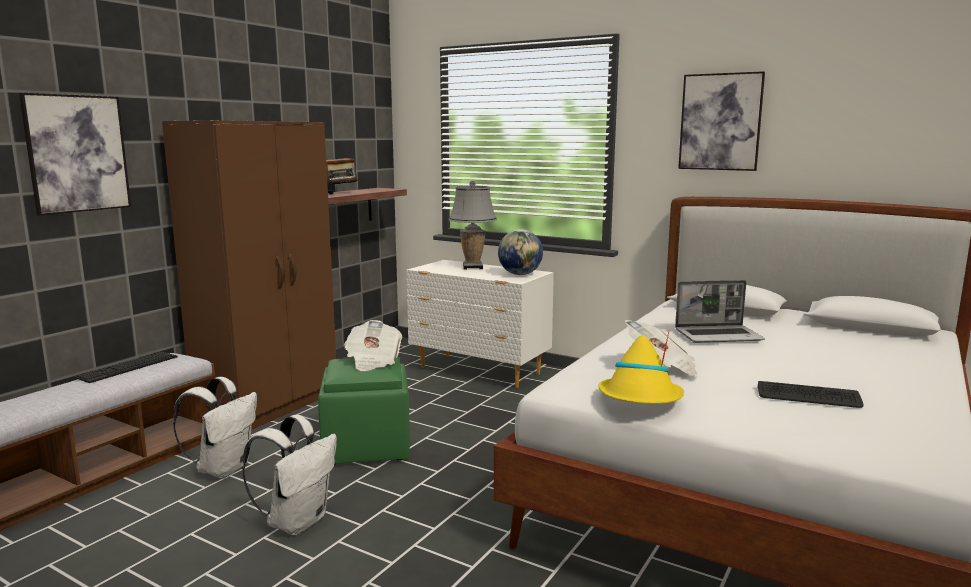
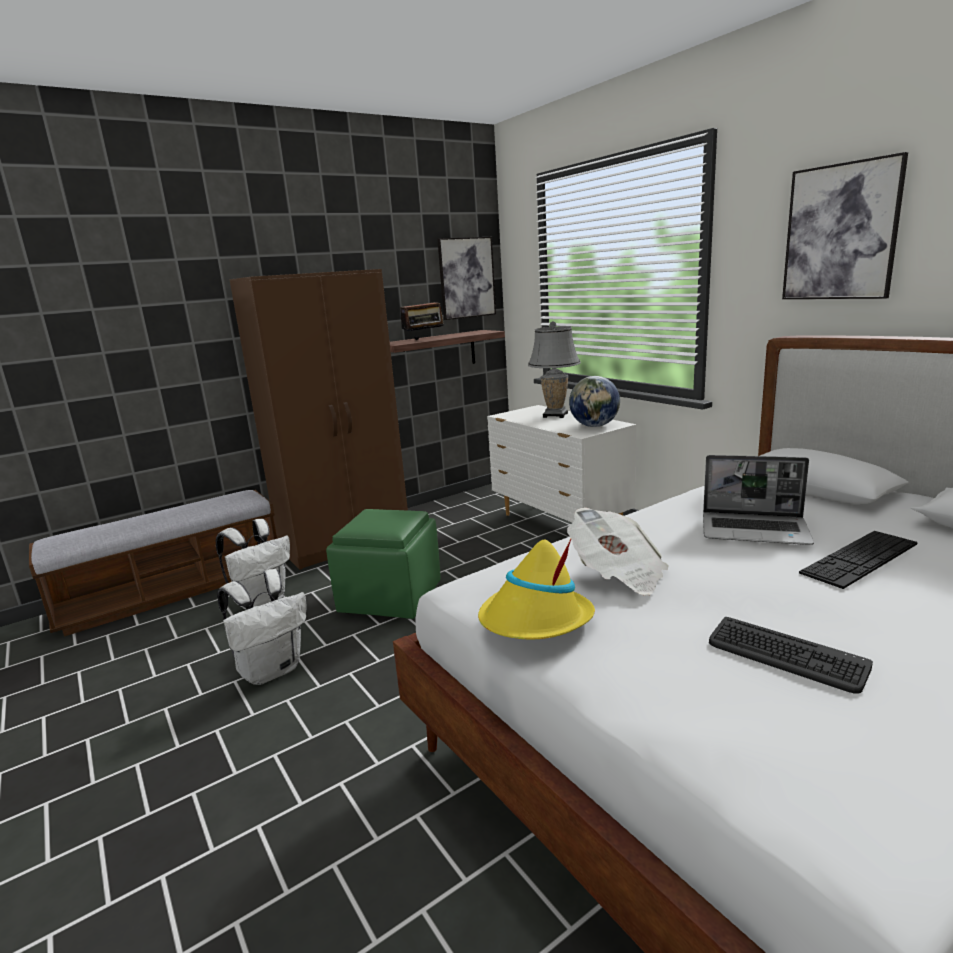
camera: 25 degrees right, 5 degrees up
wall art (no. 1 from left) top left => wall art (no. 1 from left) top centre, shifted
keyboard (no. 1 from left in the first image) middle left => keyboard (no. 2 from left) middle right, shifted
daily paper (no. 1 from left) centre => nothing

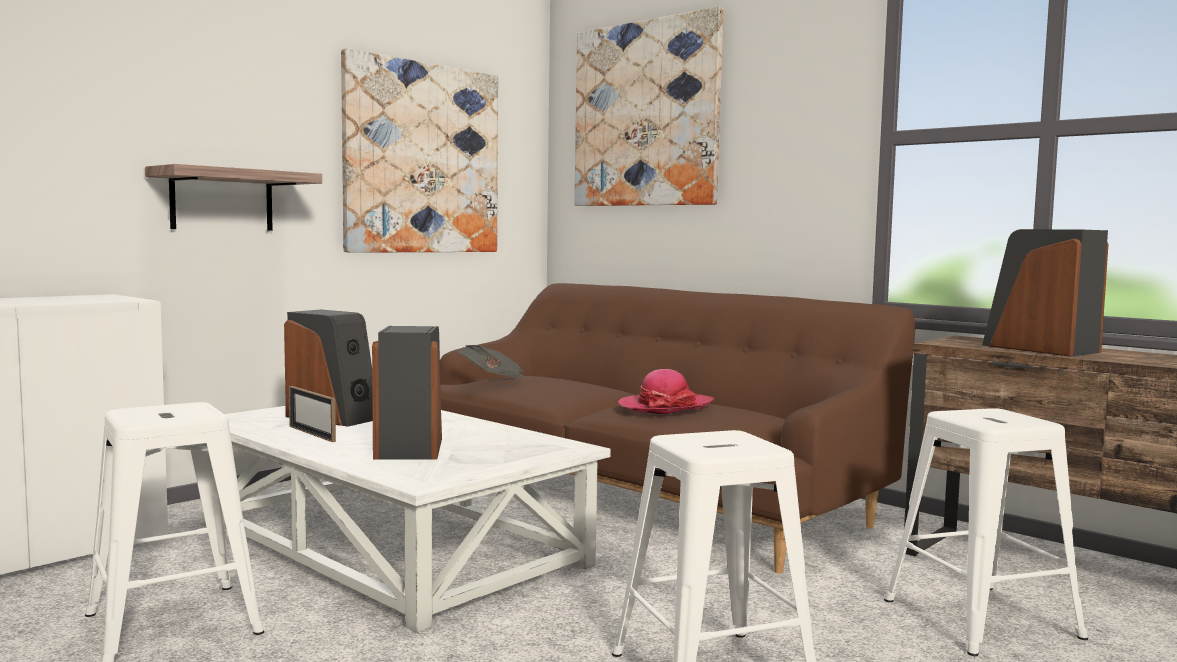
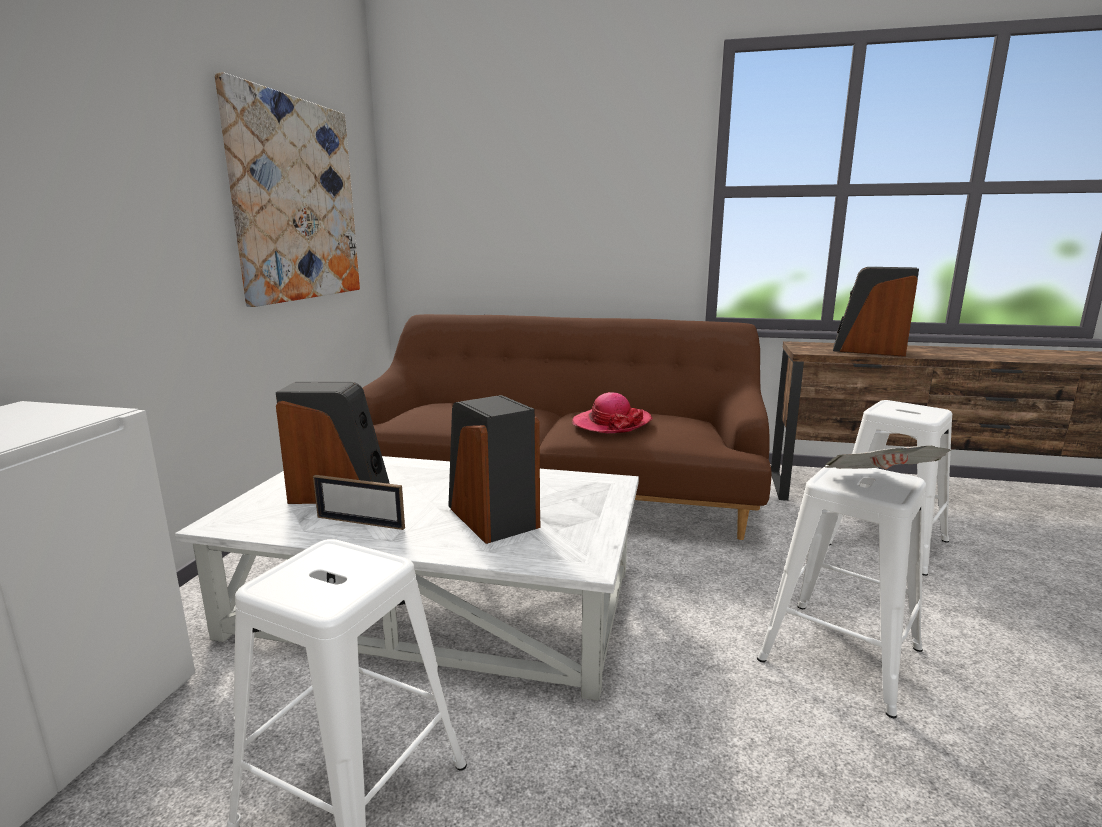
camera: 30 degrees left, 10 degrees up
bracket shelf top left => nothing
daily paper centre => daily paper middle right, shifted
wall art (no. 2 from left) top centre => nothing

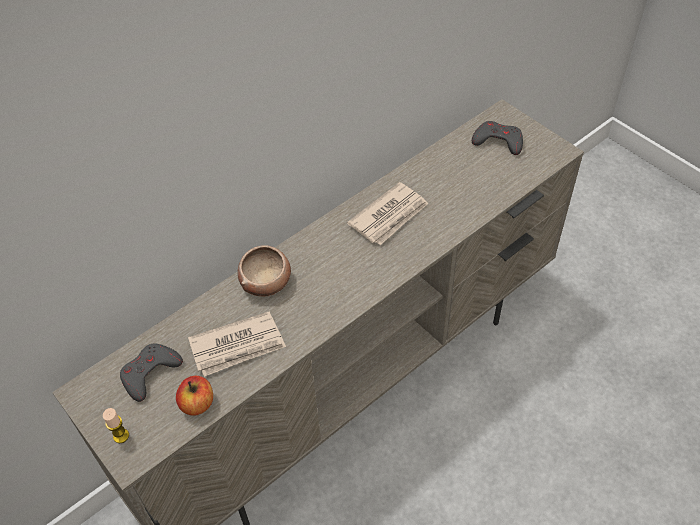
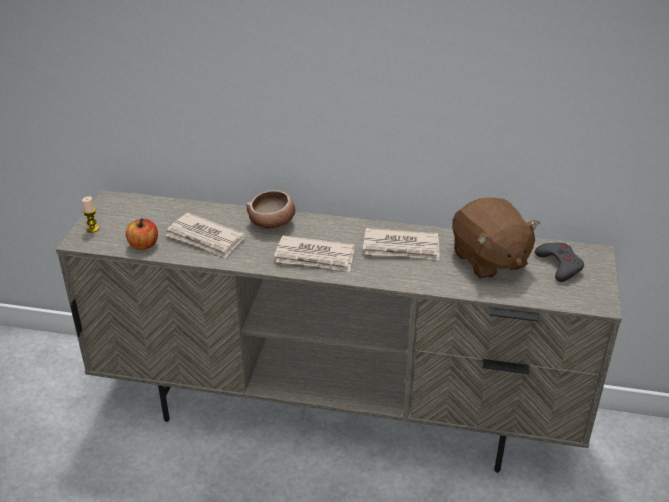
camera: 50 degrees right, 15 degrees down
gray game controller (no. 1 from left) bottom left => nothing
nothing => daily paper (no. 2 from left) centre
nothing => brown-coloured plush toy middle right

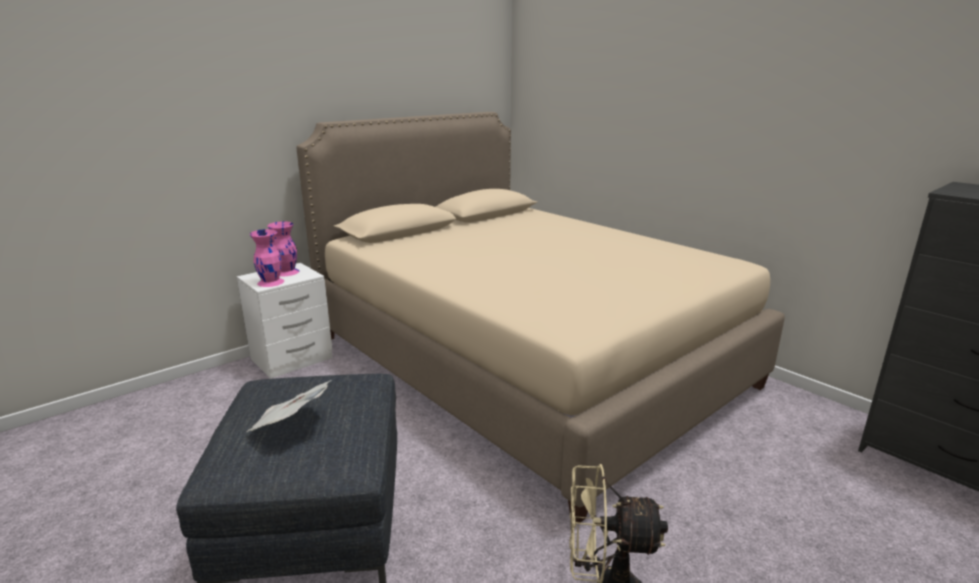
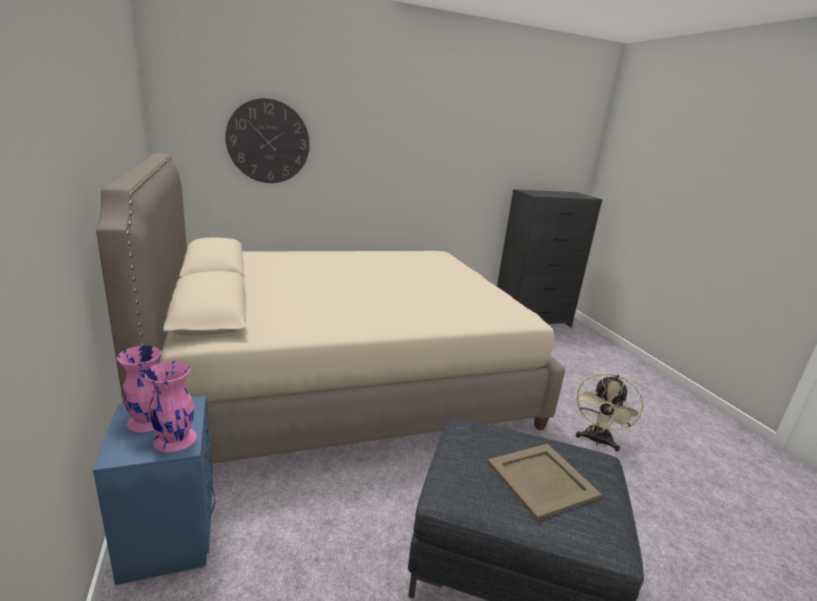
camera: 70 degrees left, 0 degrees up
white night table middle left => blue night table bottom left
daily paper bottom left => beige-coloured carrying tray bottom centre
nothing => clock on the wall top left

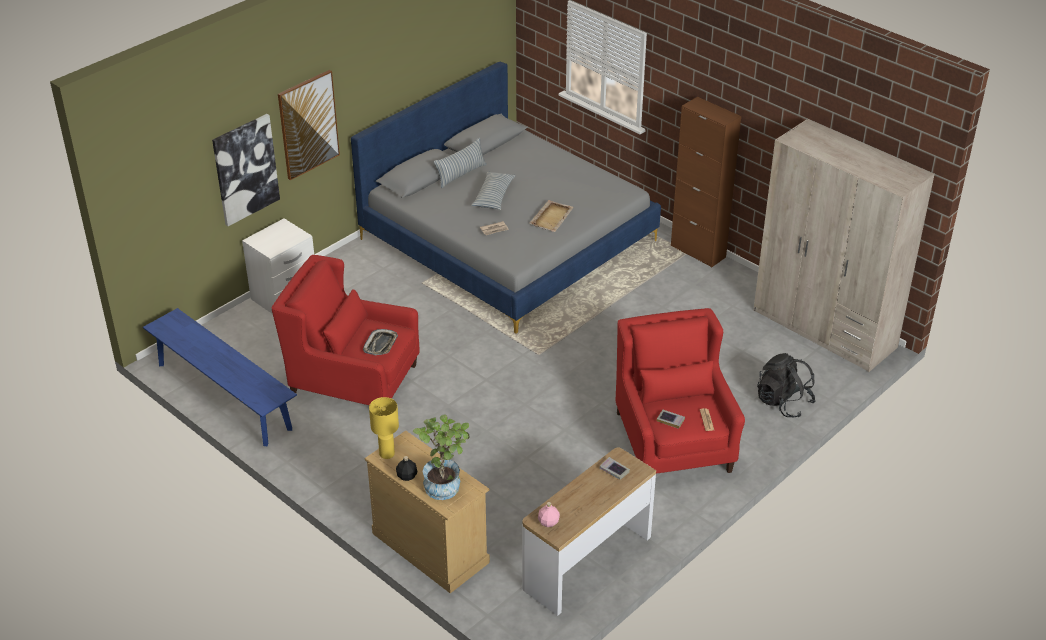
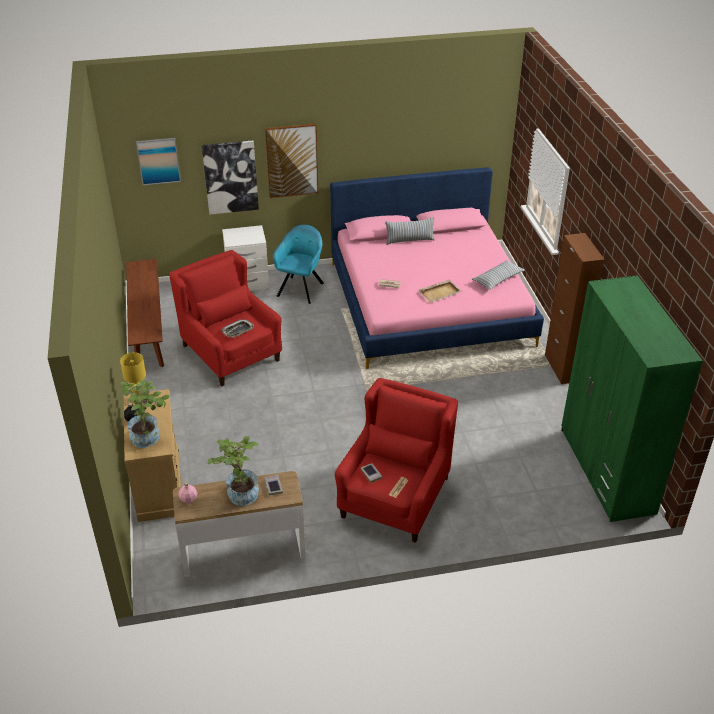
camera: 35 degrees right, 0 degrees up
blue indoor bench middle left => brown-coloured indoor bench middle left
gray bed top centre => pink bed centre
throw pillow (no. 2 from left) top centre => throw pillow (no. 2 from left) middle right, shifted
beige-coloured clothes cupboard middle right => green clothes cupboard middle right
black rucksack middle right => nothing
nothing => wall art (no. 1 from left) top left
nothing => houseplant (no. 2 from left) middle left
nothing => turquoise lounge chair centre

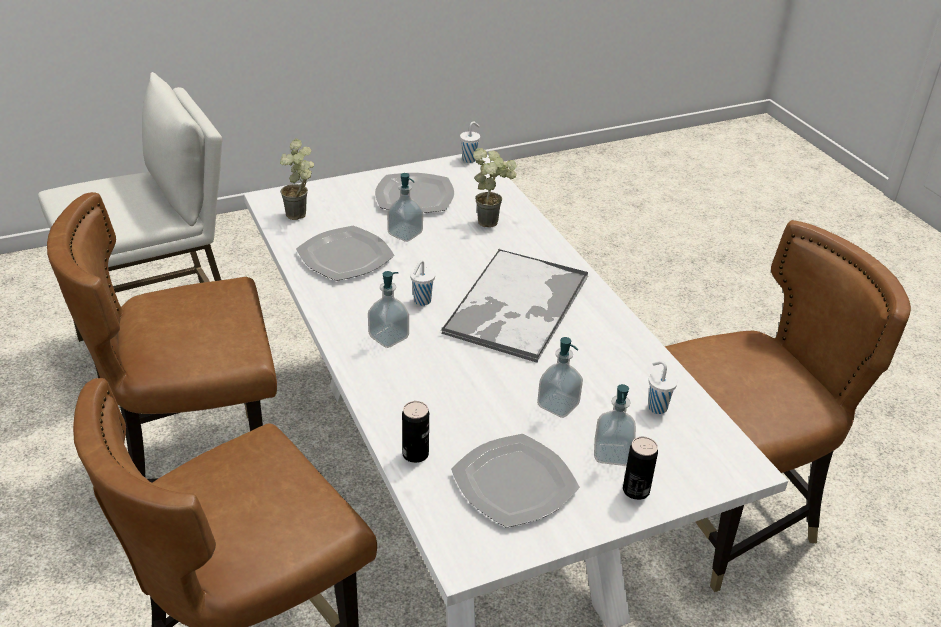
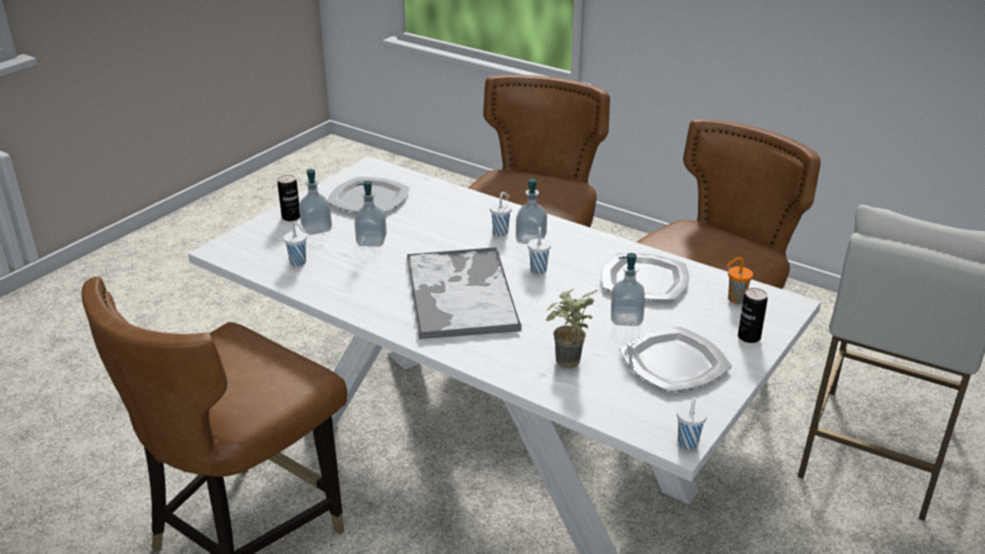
camera: 150 degrees right, 5 degrees down
houseplant (no. 1 from left) top left => orange small cup middle right
metal can (no. 1 from left in the first image) bottom centre => metal can (no. 2 from left) middle right, shifted
nothing => white small cup (no. 2 from left) centre

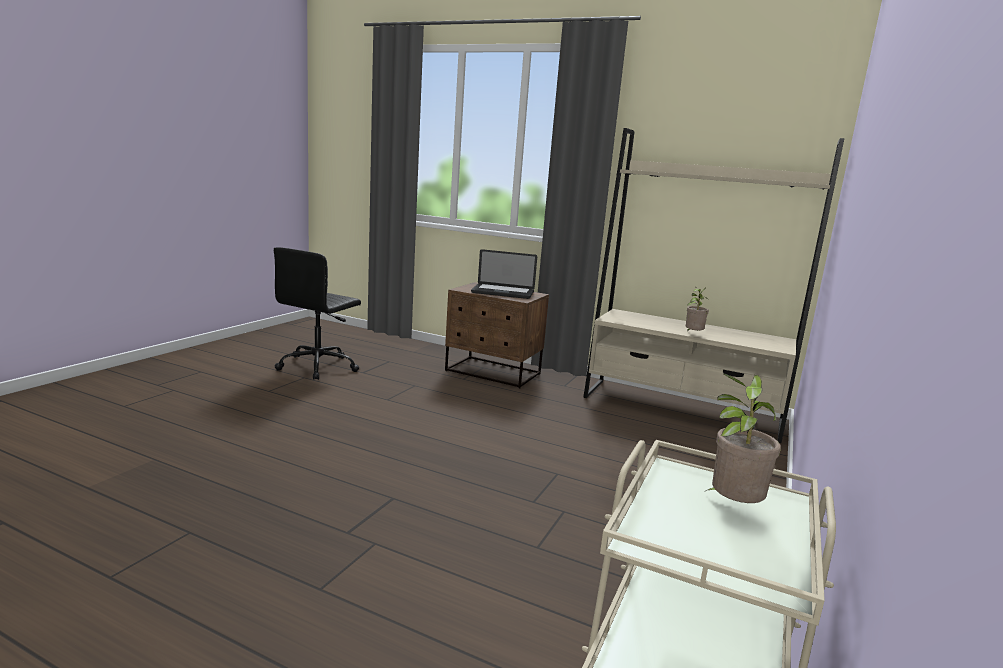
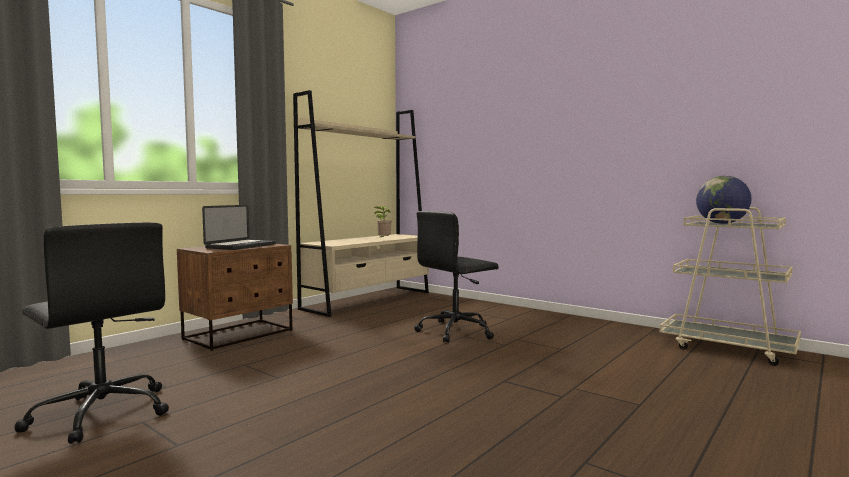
camera: 75 degrees left, 10 degrees down
houseplant (no. 2 from left) middle right => globe middle right
nothing => black desk chair (no. 2 from left) centre

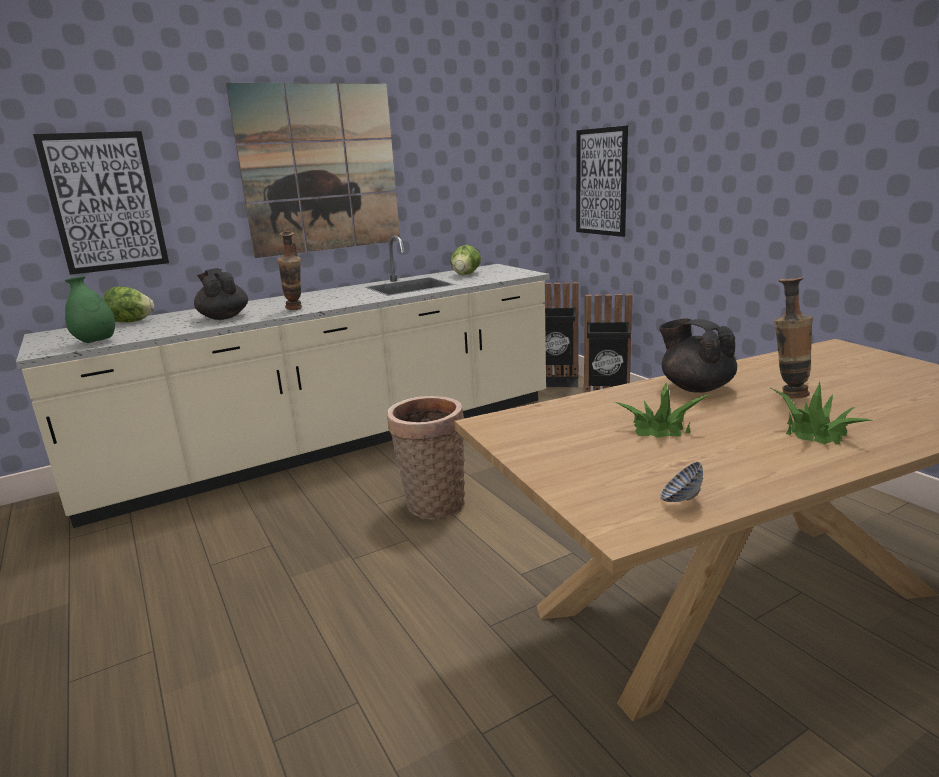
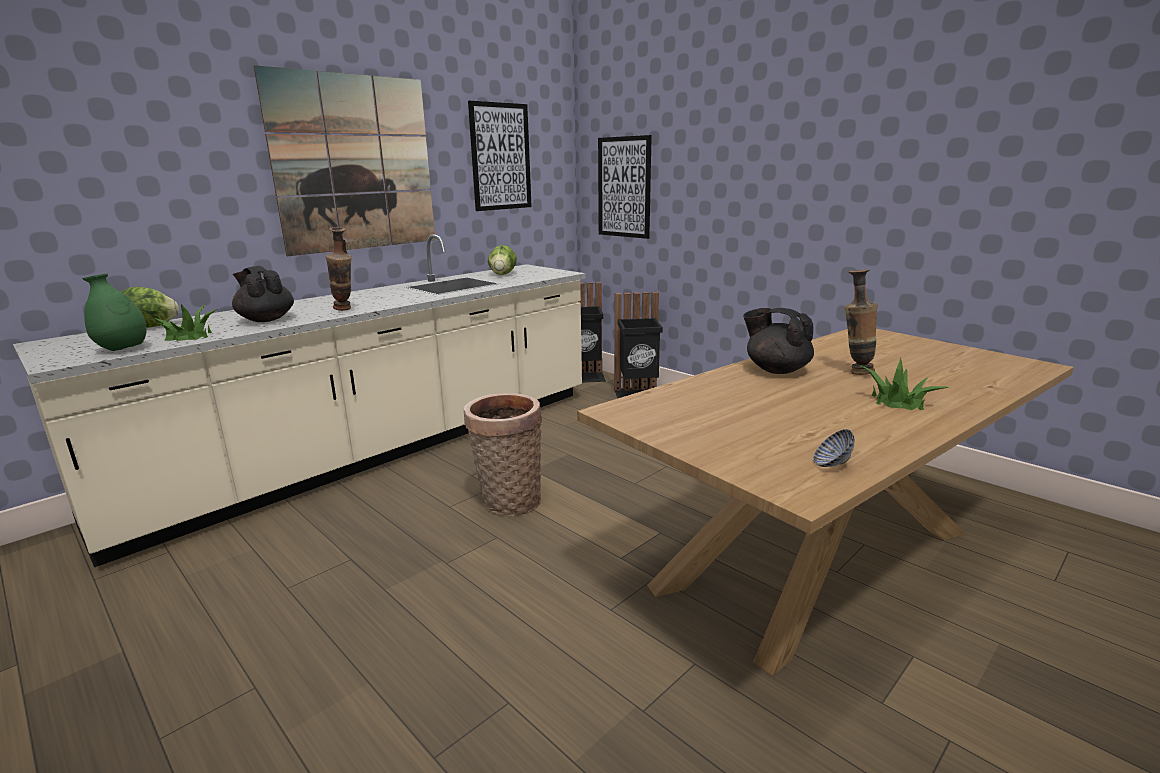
camera: 15 degrees left, 0 degrees up
wall art (no. 1 from left in the first image) top left => wall art (no. 2 from left) top centre, shifted
houseplant (no. 1 from left) middle right => houseplant (no. 1 from left) middle left, shifted

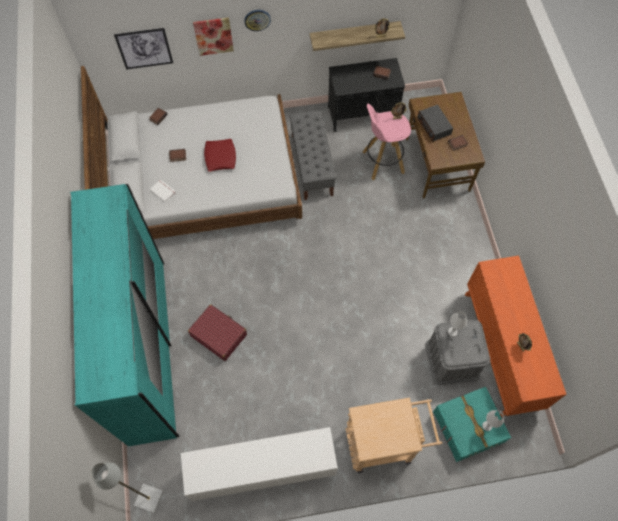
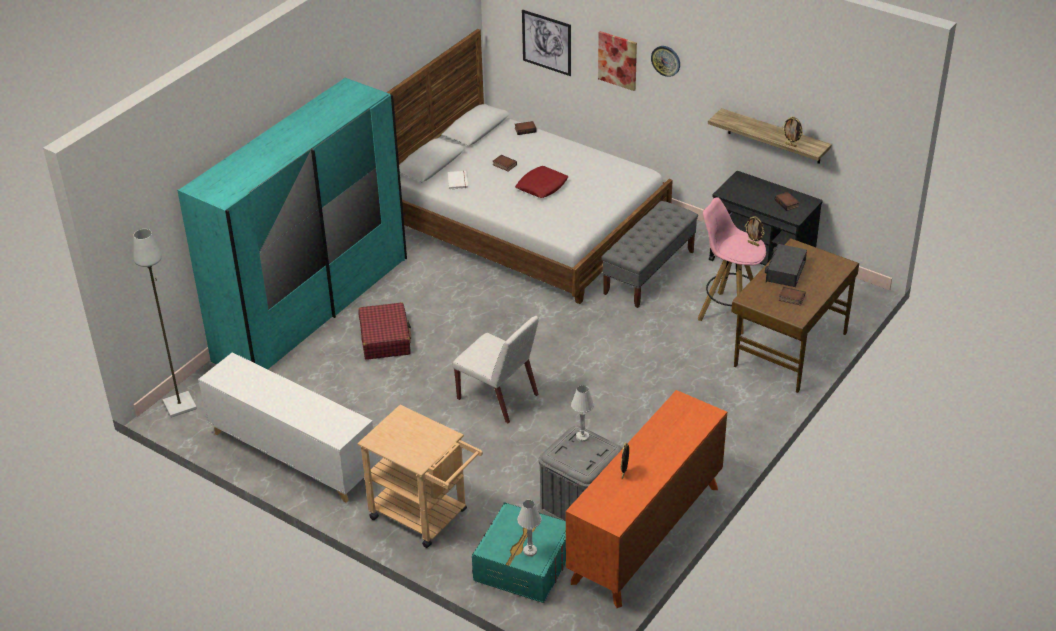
camera: 45 degrees right, 25 degrees down
nothing => white upright chair centre

